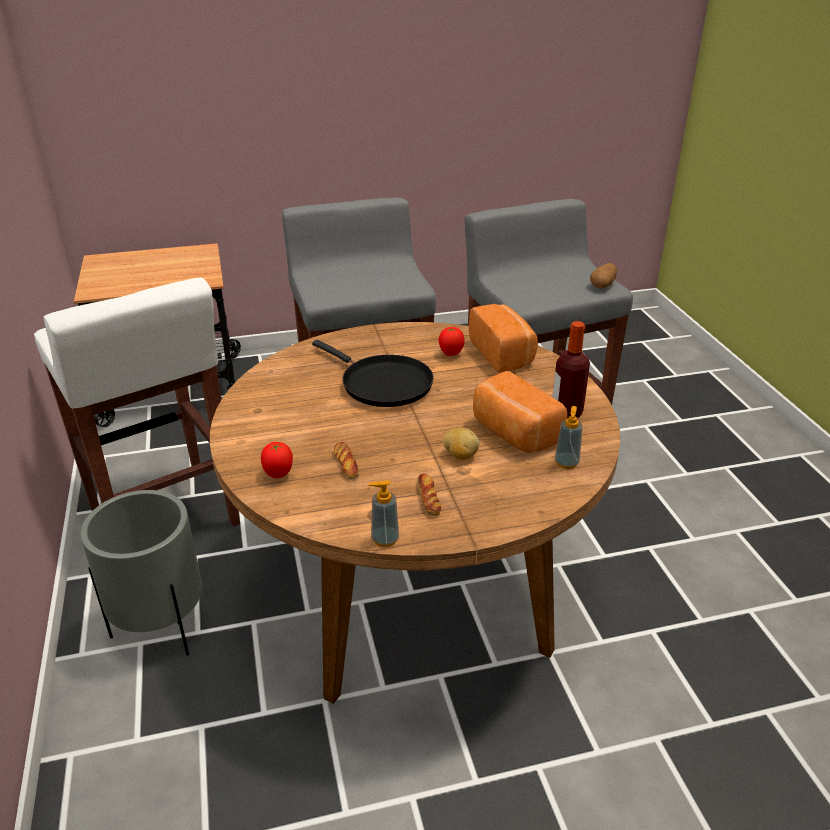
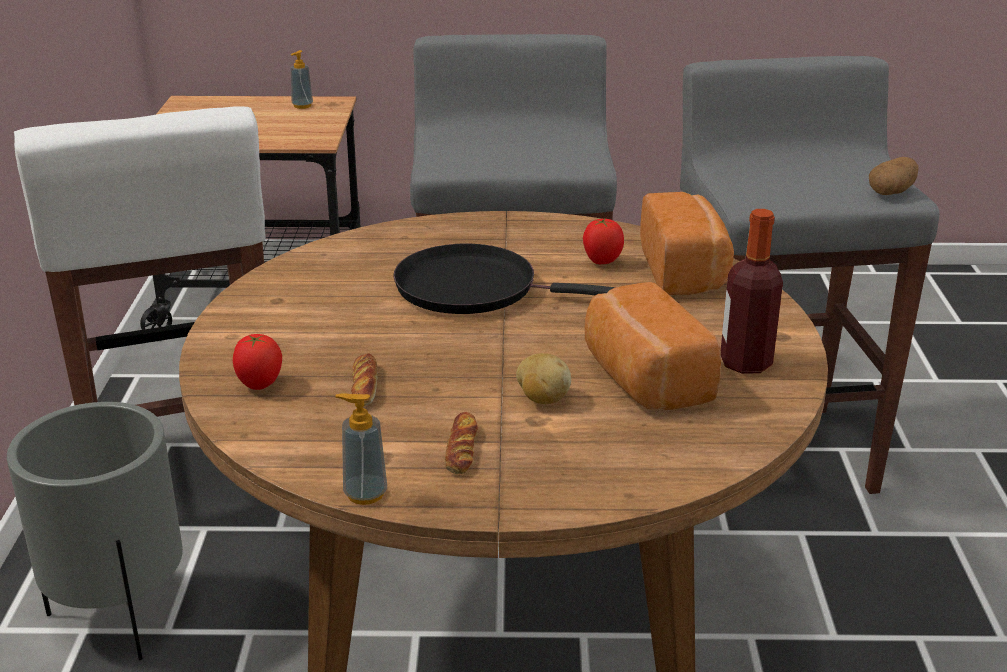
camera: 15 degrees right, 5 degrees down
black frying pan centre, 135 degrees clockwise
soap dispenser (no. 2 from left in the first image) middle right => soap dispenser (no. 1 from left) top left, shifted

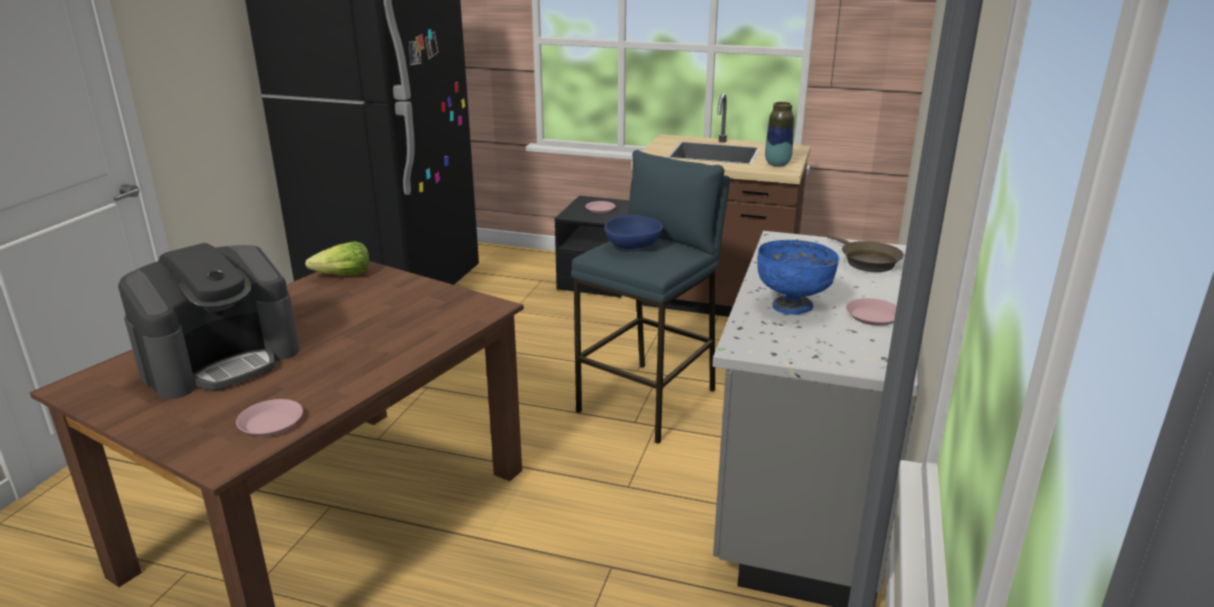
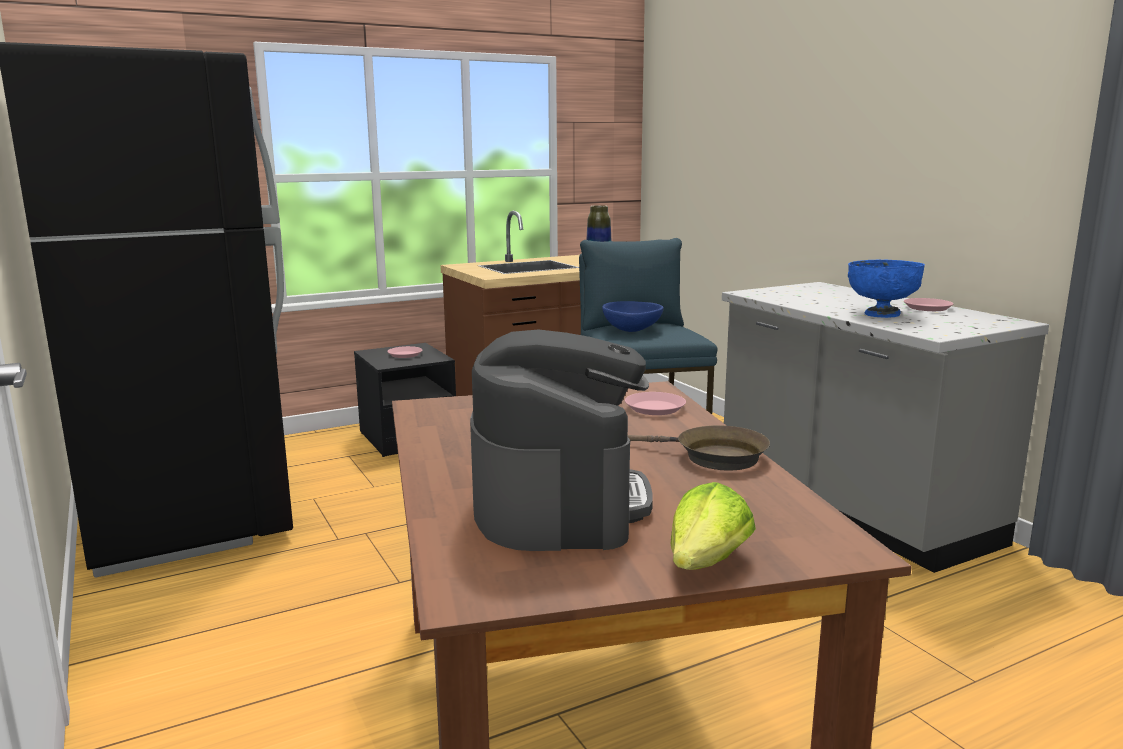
camera: 45 degrees left, 10 degrees down
pink plate (no. 1 from left in the first image) bottom left => pink plate (no. 2 from left) centre, shifted
lettuce head middle left => lettuce head bottom centre, shifted
brown-coloured frying pan middle right => brown-coloured frying pan centre, shifted

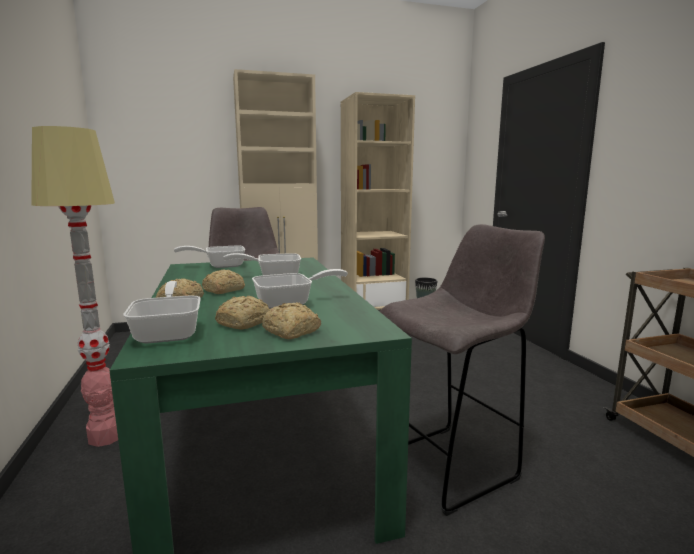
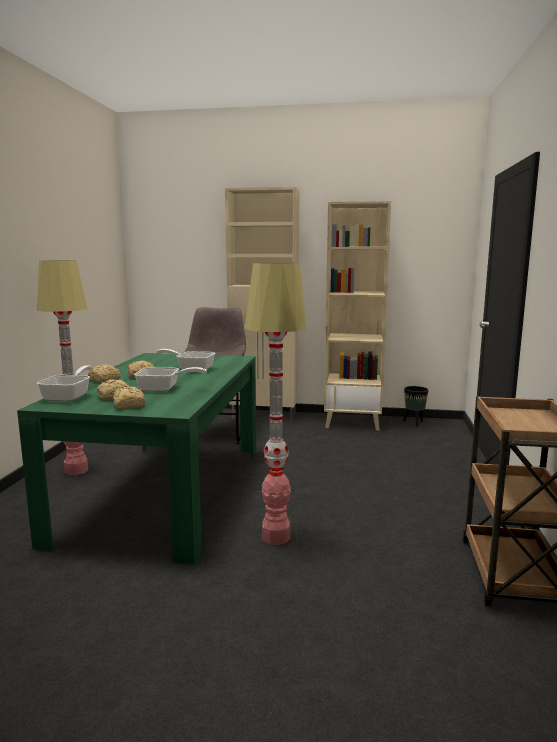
camera: 25 degrees right, 0 degrees up
frying pan (no. 2 from left) middle left => nothing
gray stool (no. 2 from left) bottom centre => floor lamp (no. 2 from left) centre

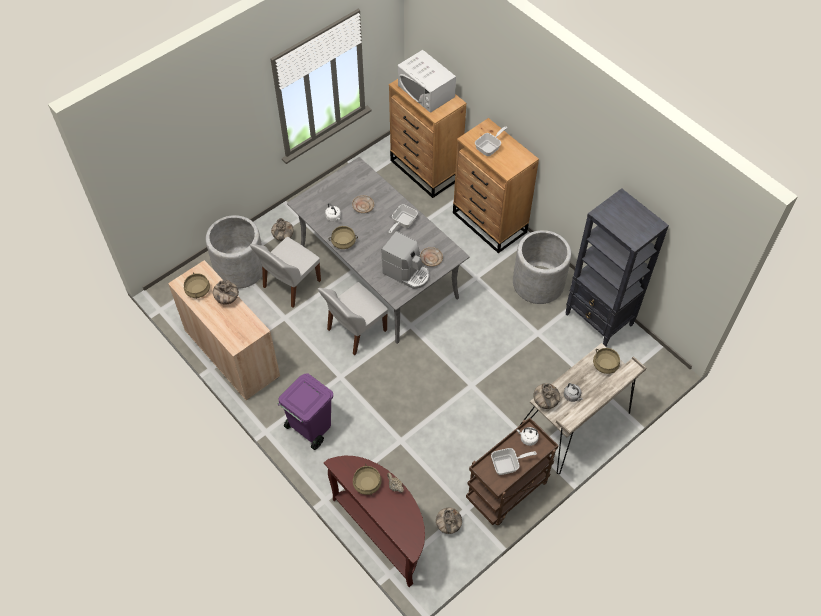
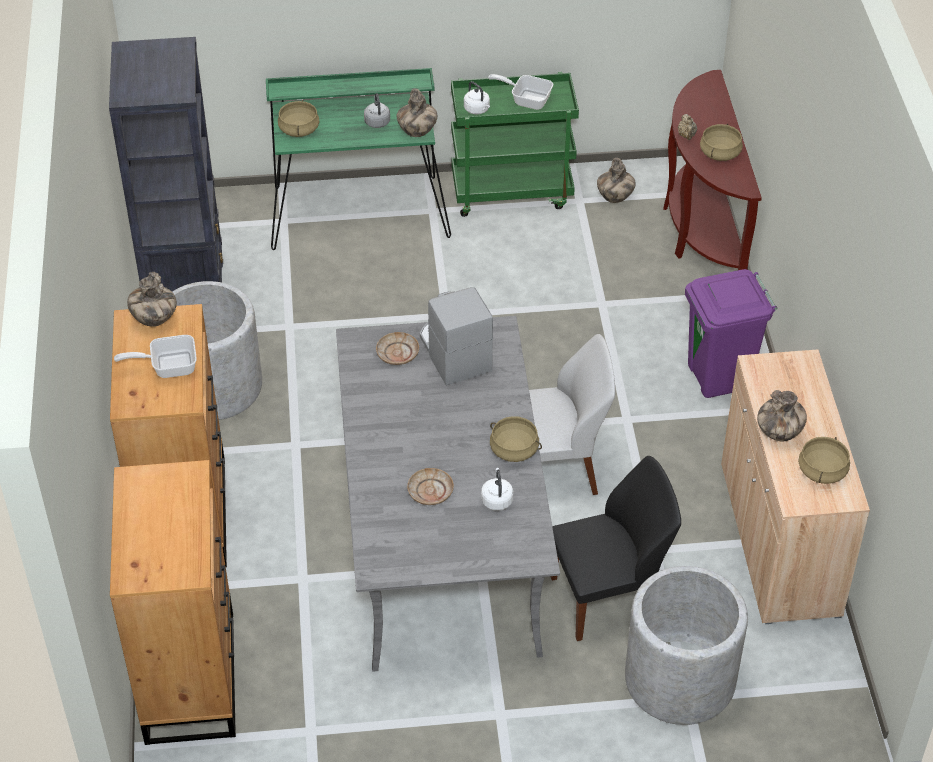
camera: 145 degrees left, 10 degrees down
white upright chair (no. 1 from left) centre => black upright chair bottom centre
flower vase (no. 2 from left in the first image) centre => flower vase (no. 1 from left) middle left, shifted
frying pan (no. 1 from left) centre => nothing
white microwave top centre => nothing
brown-coloured wheeled cart bottom centre => green wheeled cart top centre
beige-coloured desk unit middle right => green desk unit top centre

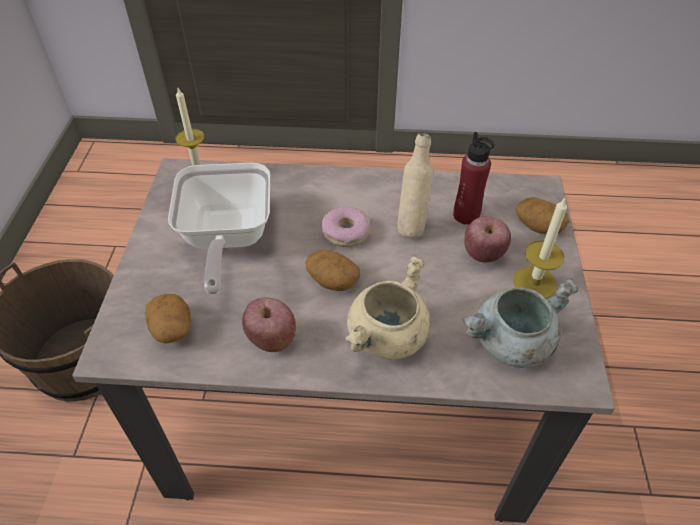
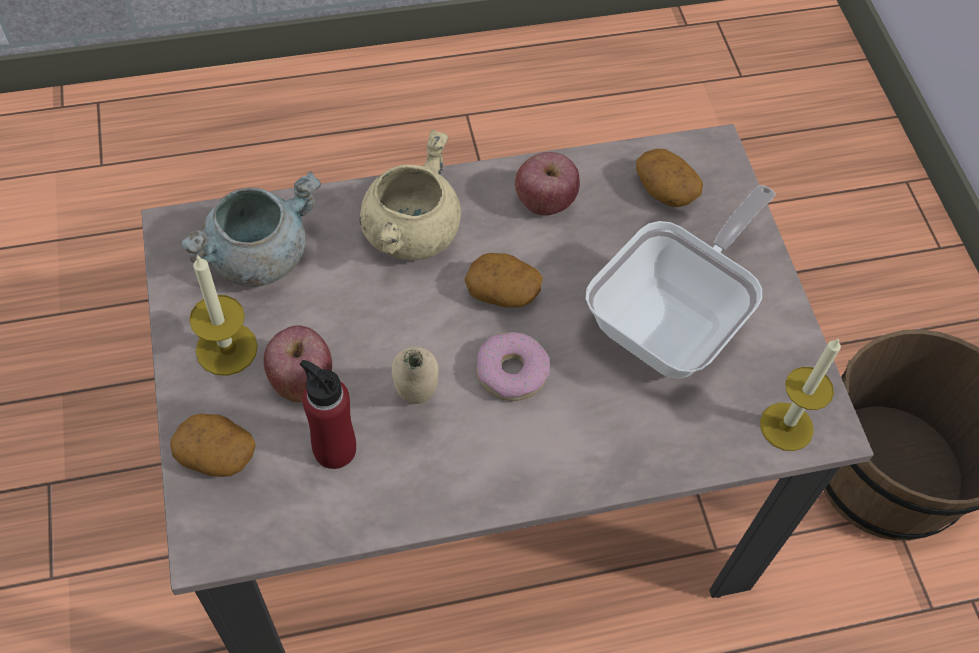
camera: 160 degrees right, 10 degrees up
frying pan middle left => frying pan middle right, 60 degrees clockwise

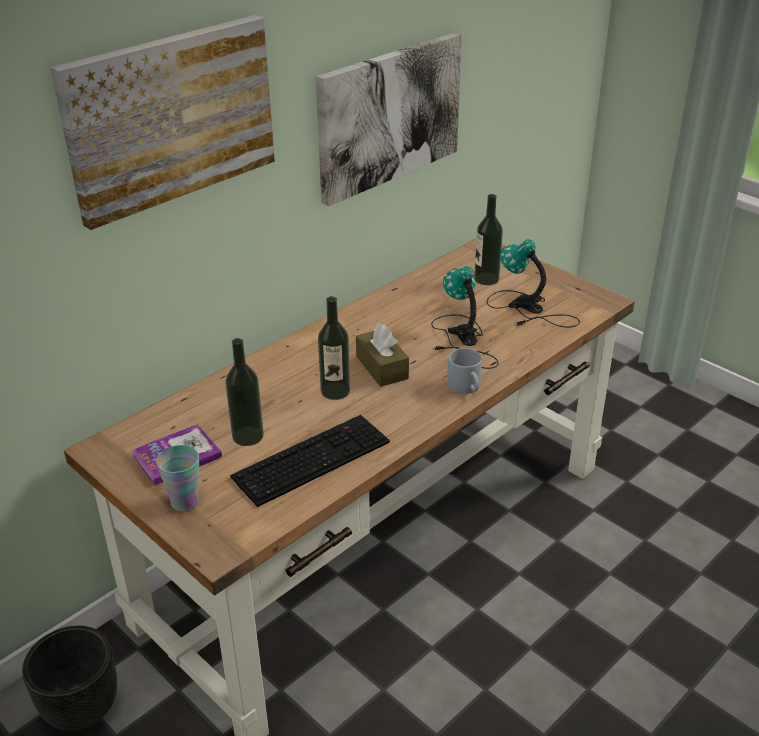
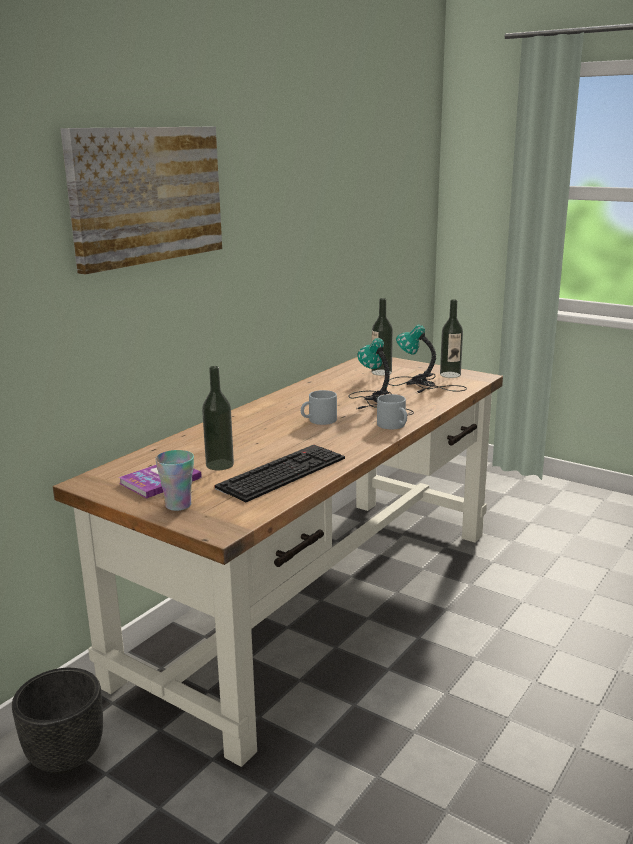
camera: 10 degrees left, 15 degrees down
wall art (no. 2 from left) top centre => nothing
beverage bottle (no. 2 from left in the first image) centre => beverage bottle (no. 3 from left) middle right, shifted
brown-coloured box of tissues centre => gray tea mug (no. 1 from left) centre

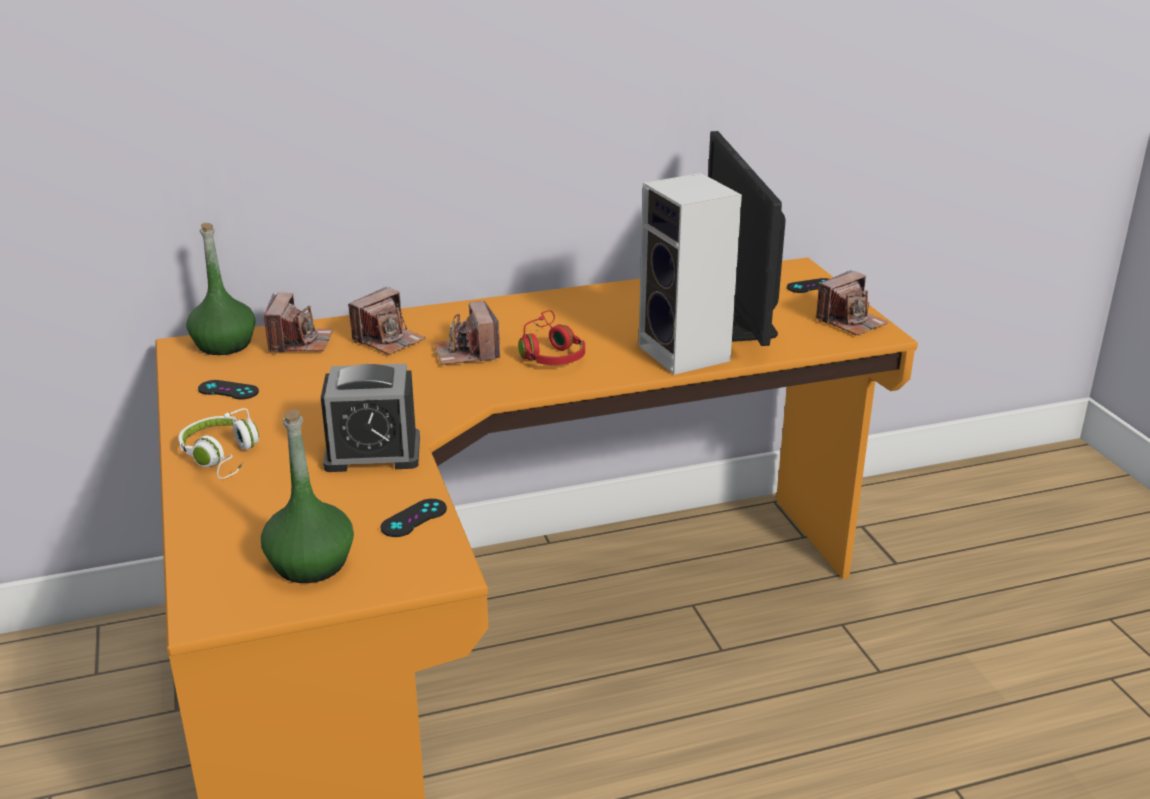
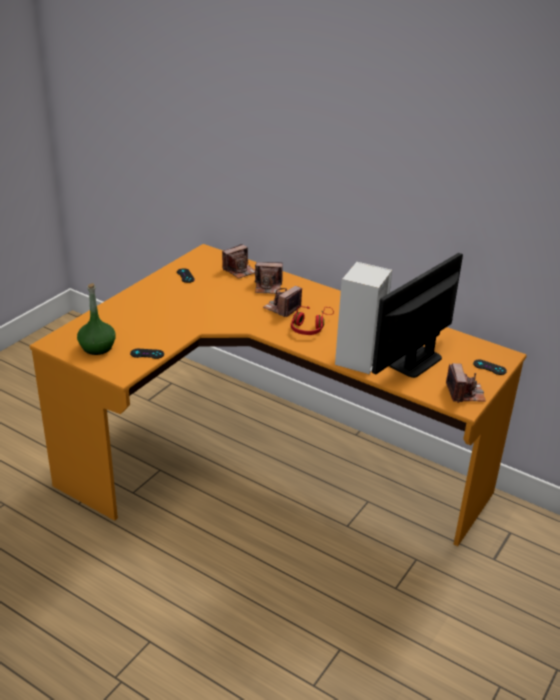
camera: 50 degrees right, 5 degrees up
white headphones middle left => nothing
green beverage bottle (no. 1 from left) middle left => nothing
bedside clock middle left => nothing
still camera (no. 4 from left) middle right, 105 degrees counterclockwise

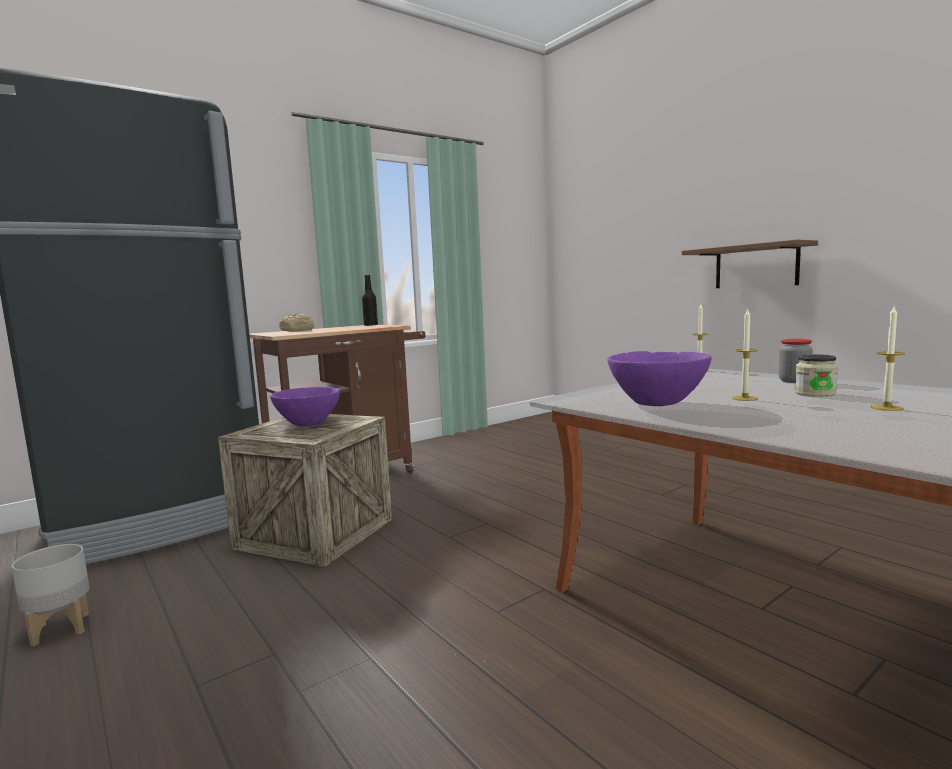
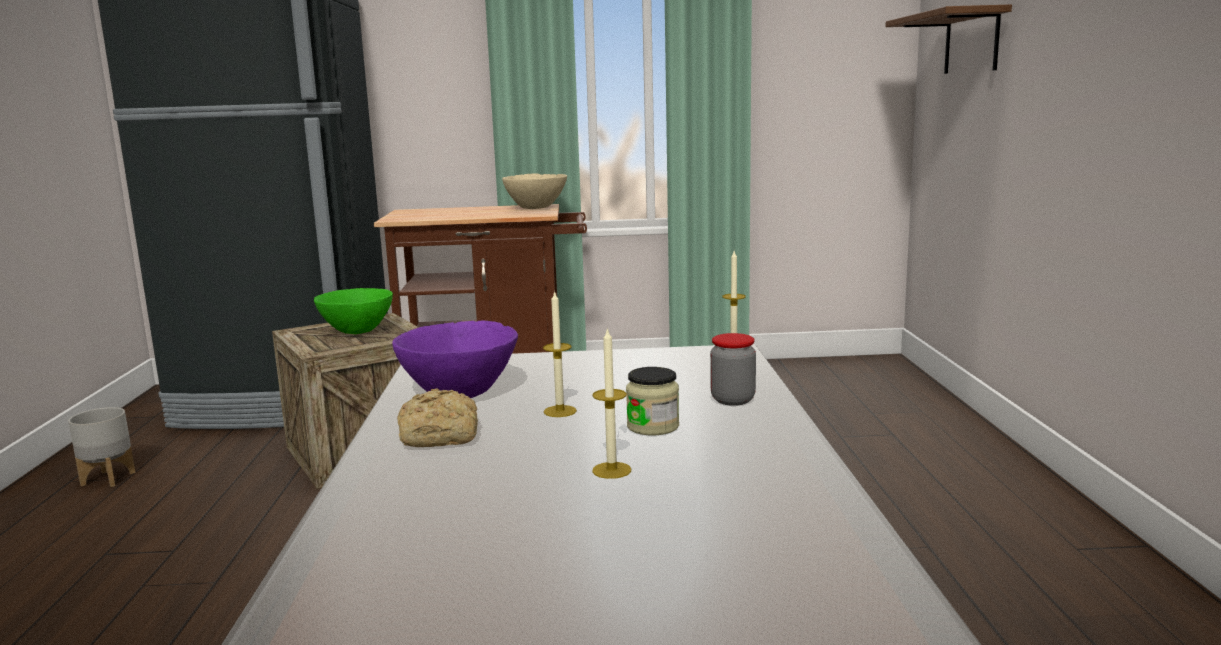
camera: 35 degrees right, 5 degrees up
purple-coloured deep dish (no. 1 from left) middle left => green deep dish middle left
bakery bread middle left => bakery bread centre, shifted
black beverage bottle centre => beige-coloured deep dish top centre
brown-coloured bracket shelf middle right => brown-coloured bracket shelf top right, shifted

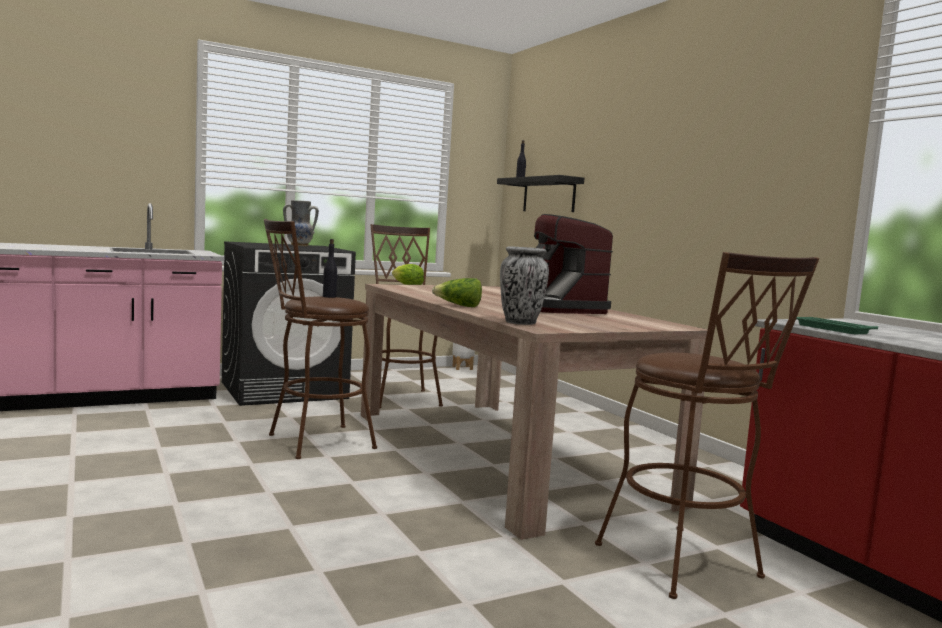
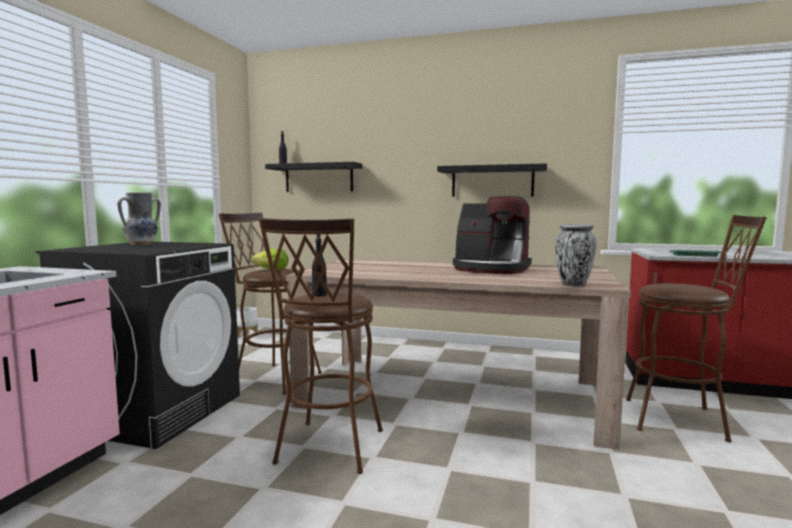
camera: 45 degrees left, 0 degrees up
lettuce head (no. 2 from left) centre => nothing
nothing => black bracket shelf (no. 2 from left) centre

